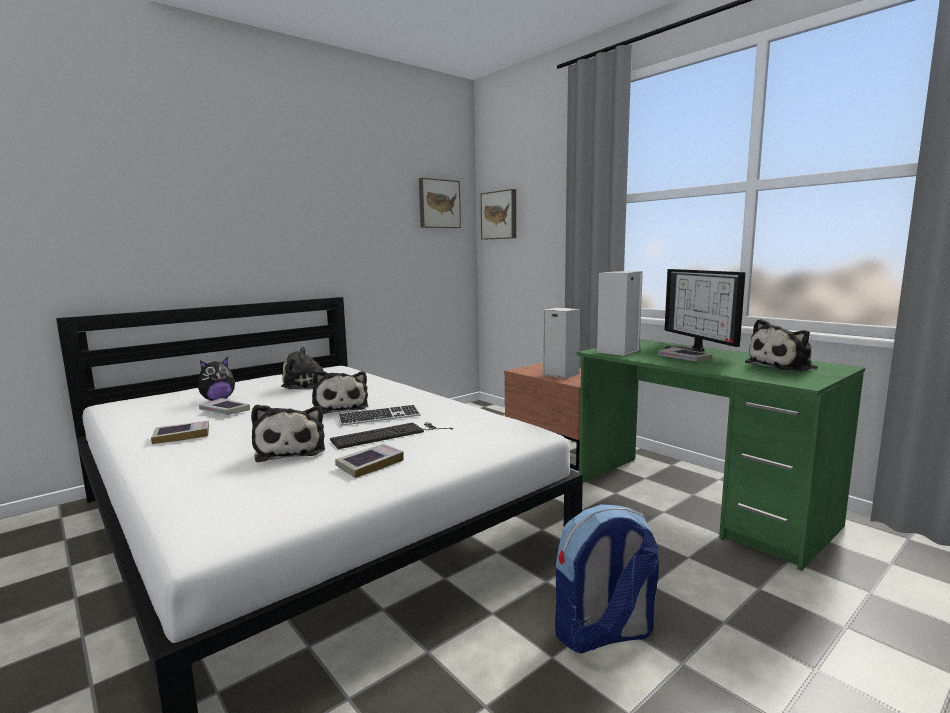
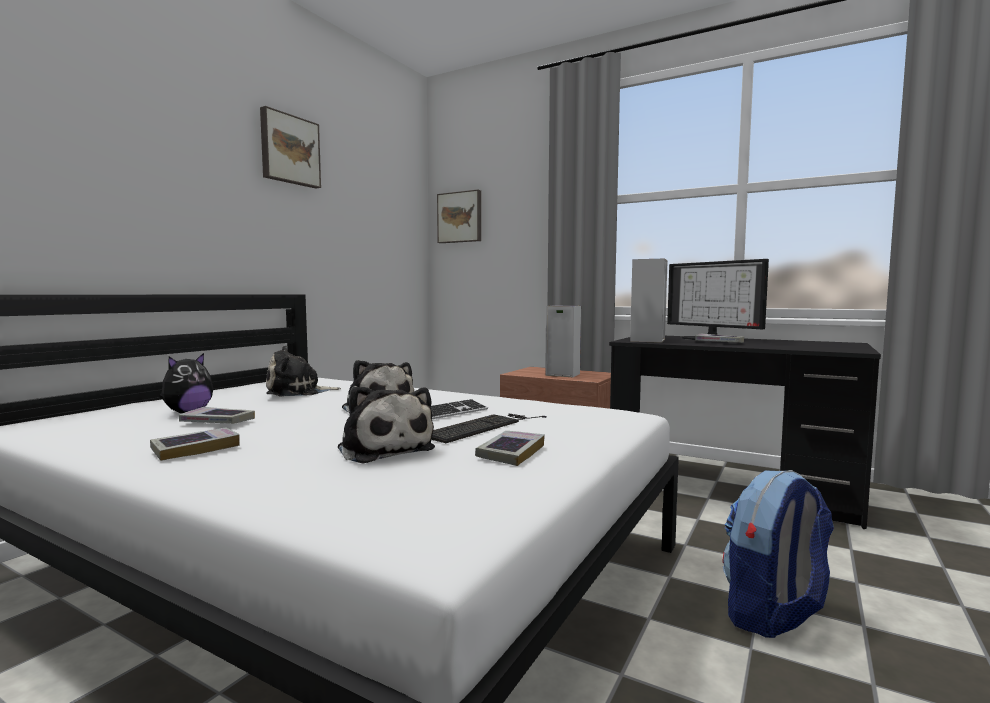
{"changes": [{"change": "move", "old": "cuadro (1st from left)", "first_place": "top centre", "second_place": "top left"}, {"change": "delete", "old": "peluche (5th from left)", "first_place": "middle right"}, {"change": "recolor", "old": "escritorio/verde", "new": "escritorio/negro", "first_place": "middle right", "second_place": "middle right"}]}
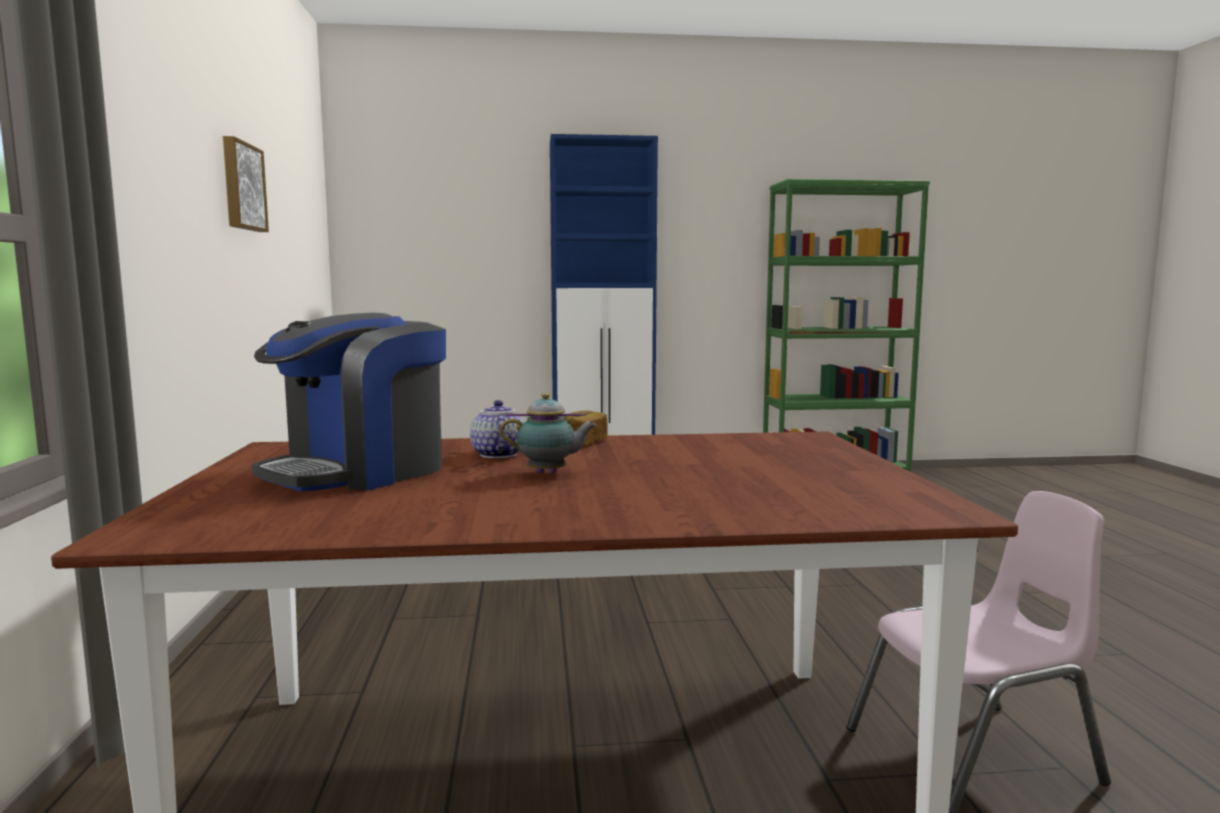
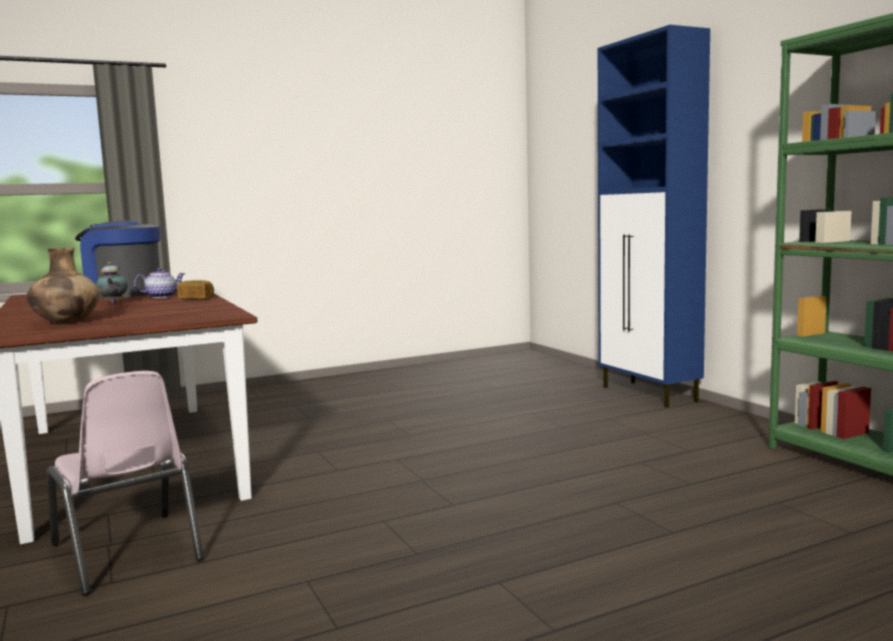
{"changes": [{"change": "delete", "old": "cuadro", "first_place": "top left"}, {"change": "insert", "new": "florero/marrón", "second_place": "middle left"}]}
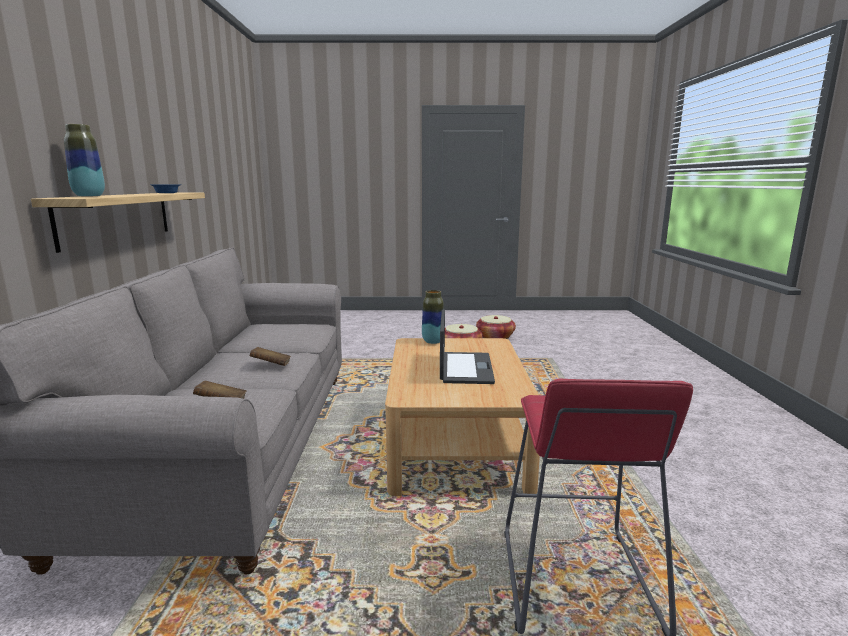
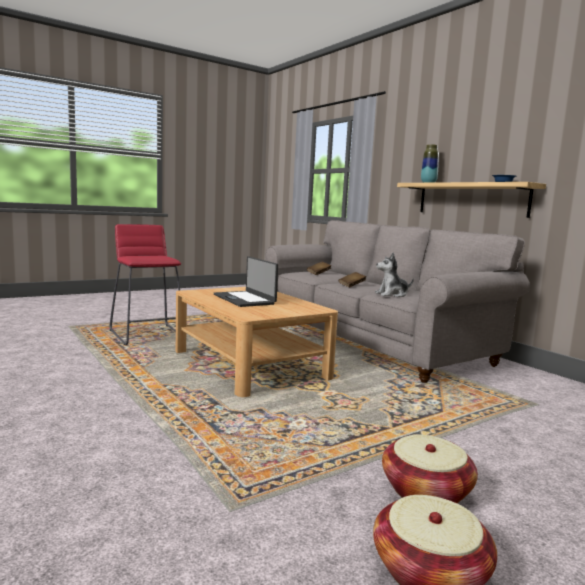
{"changes": [{"change": "delete", "old": "florero (2nd from left)", "first_place": "centre"}, {"change": "insert", "new": "peluche", "second_place": "middle right"}]}
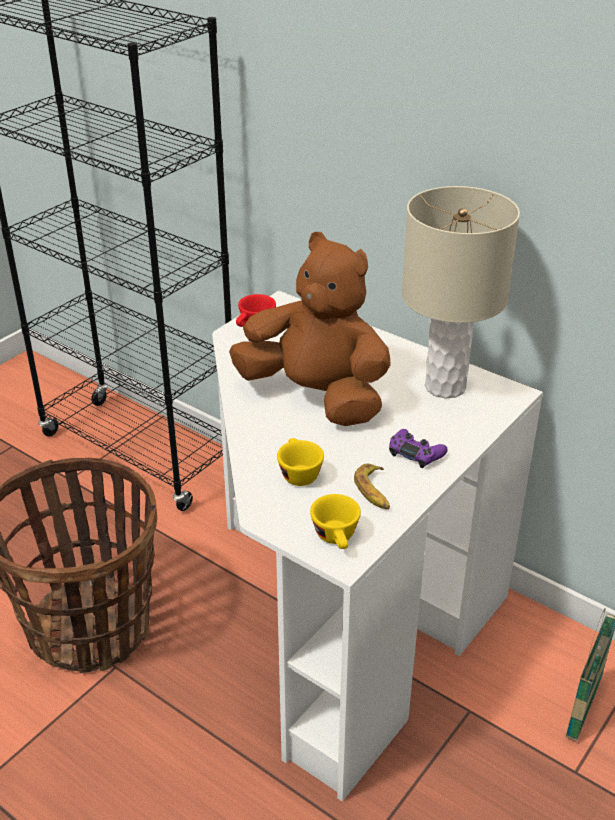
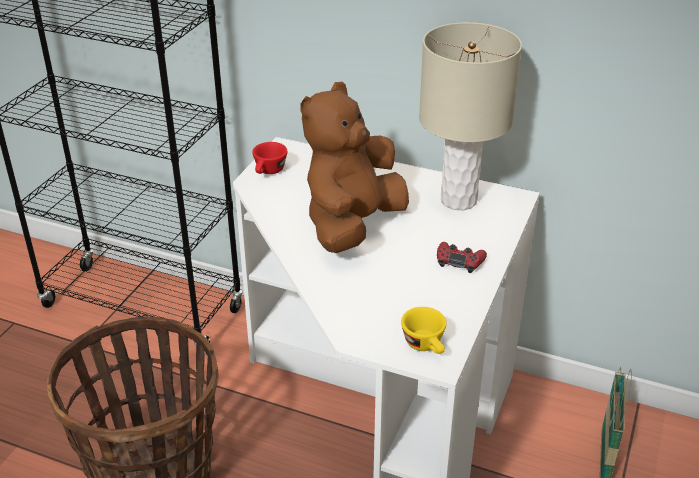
{"changes": [{"change": "rotate", "old": "peluche/marrón", "first_place": "centre", "second_place": "centre", "degrees": -75}, {"change": "recolor", "old": "mando de consola/morado", "new": "mando de consola/rojo", "first_place": "middle right", "second_place": "centre"}, {"change": "delete", "old": "taza/amarillo (1st from left)", "first_place": "centre"}, {"change": "delete", "old": "plátano", "first_place": "centre"}]}
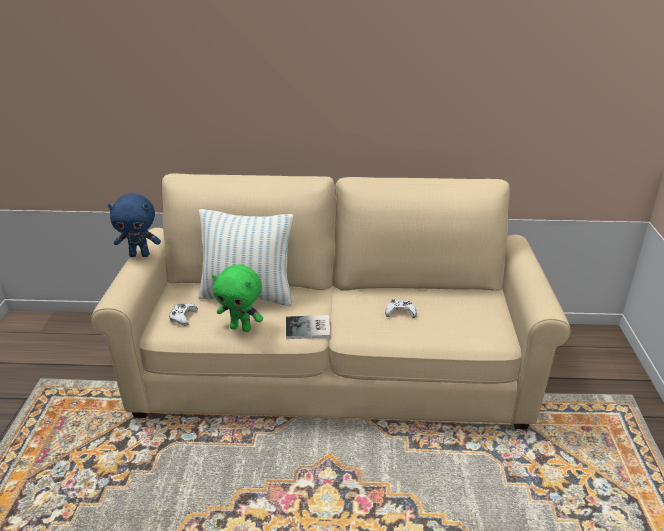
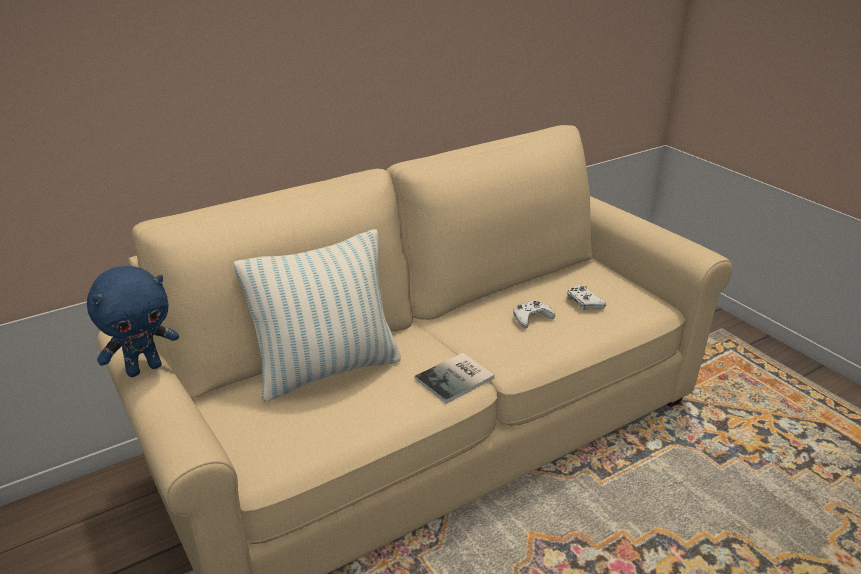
{"changes": [{"change": "delete", "old": "peluche/verde", "first_place": "centre"}, {"change": "move", "old": "mando de consola/blanco (1st from left in the first image)", "new": "mando de consola/blanco (2nd from left)", "first_place": "middle left", "second_place": "middle right"}]}
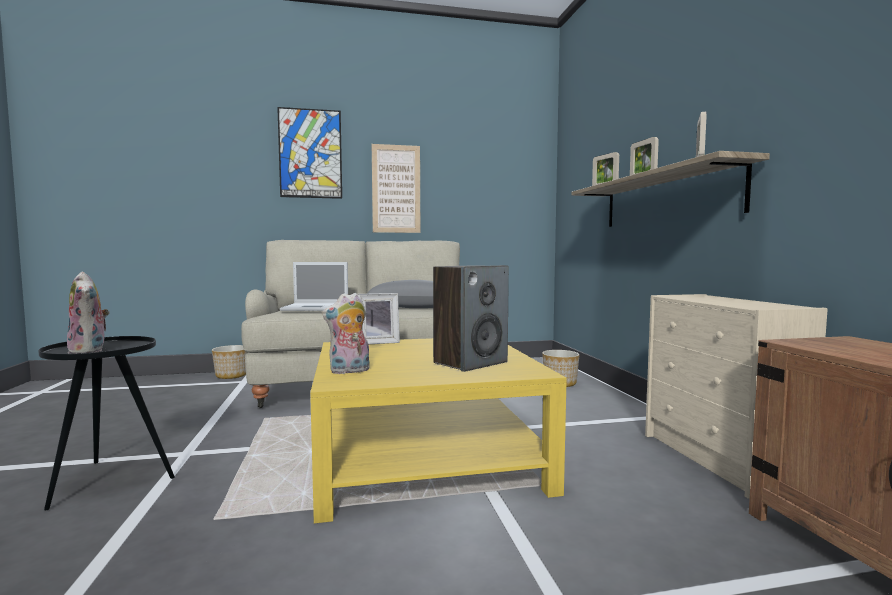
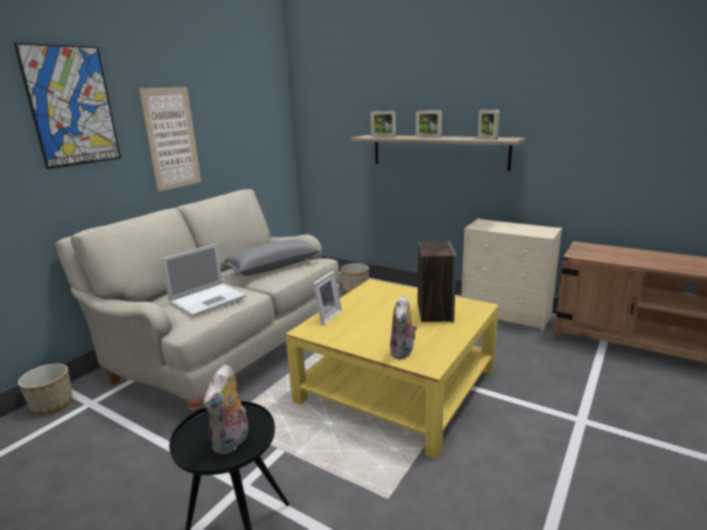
{"changes": [{"change": "rotate", "old": "peluche (1st from left)", "first_place": "middle left", "second_place": "bottom left", "degrees": 105}]}
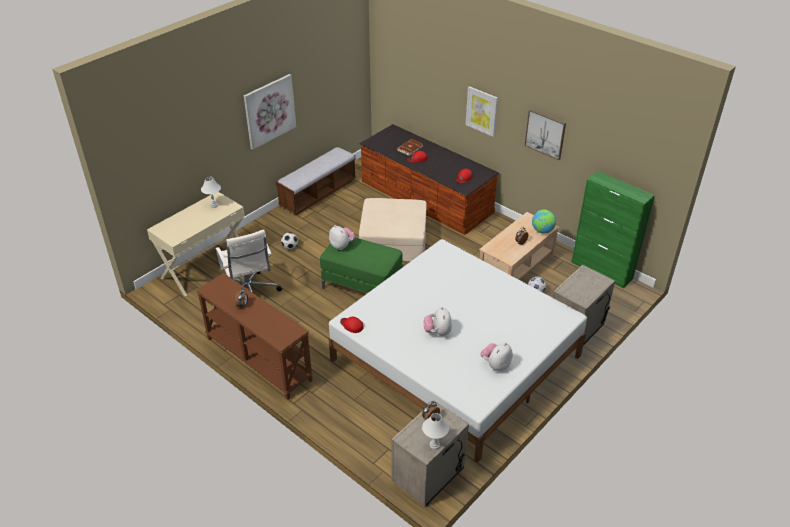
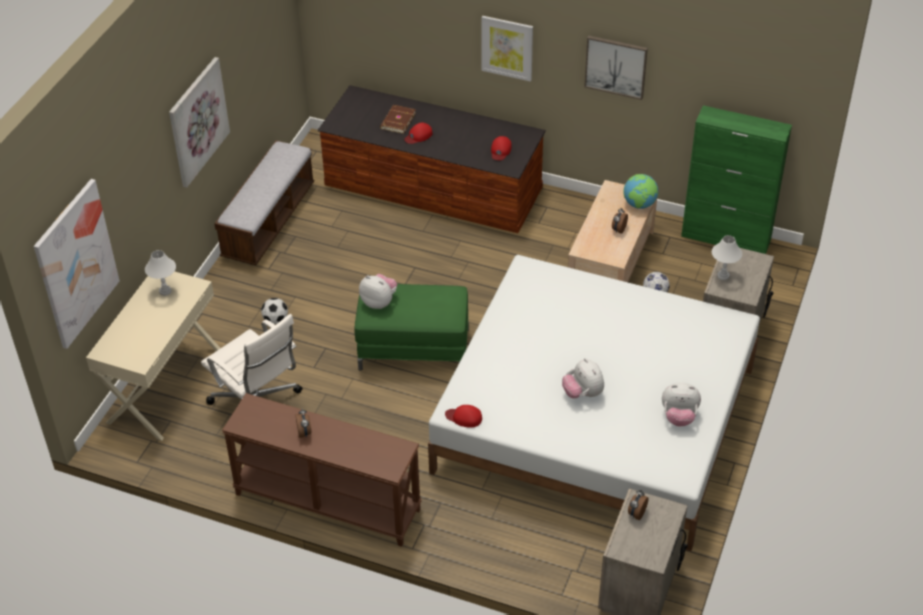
{"changes": [{"change": "delete", "old": "puf/beis", "first_place": "centre"}, {"change": "rotate", "old": "peluche (3rd from left)", "first_place": "bottom centre", "second_place": "middle right", "degrees": -105}, {"change": "move", "old": "lámpara de mesa/blanco (2nd from left)", "first_place": "bottom centre", "second_place": "middle right"}, {"change": "insert", "new": "cuadro (1st from left)", "second_place": "middle left"}]}
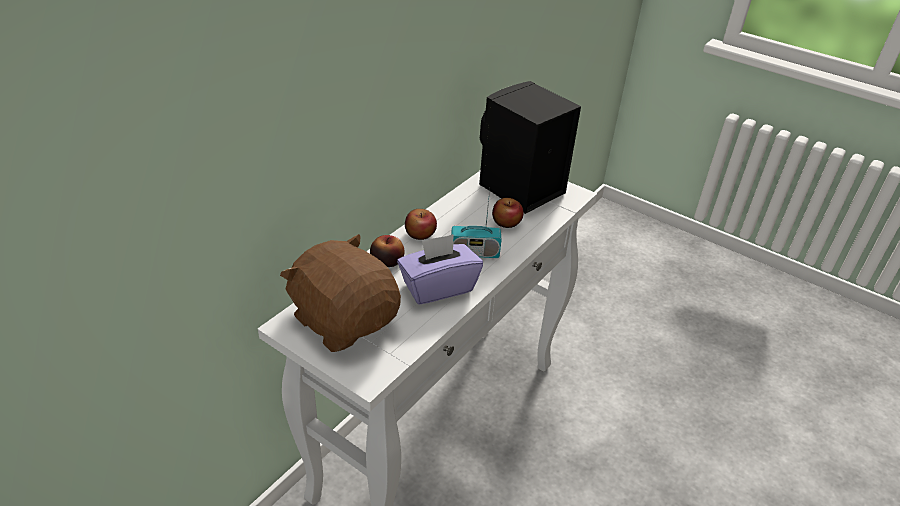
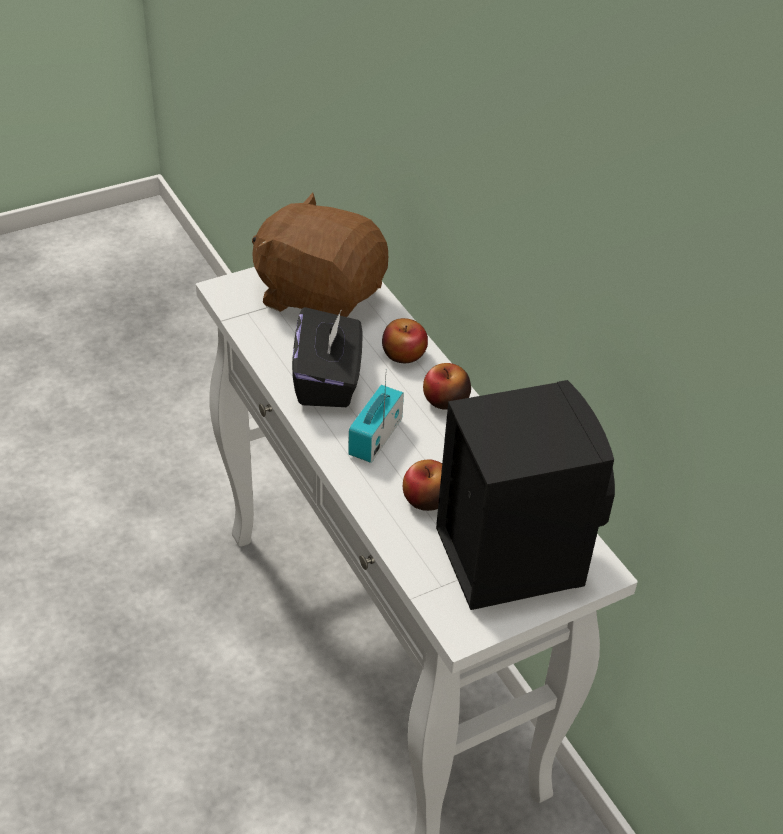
{"changes": [{"change": "rotate", "old": "peluche/marrón", "first_place": "centre", "second_place": "top centre", "degrees": -135}, {"change": "recolor", "old": "caja de pañuelos/morado", "new": "caja de pañuelos/negro", "first_place": "centre", "second_place": "centre"}]}
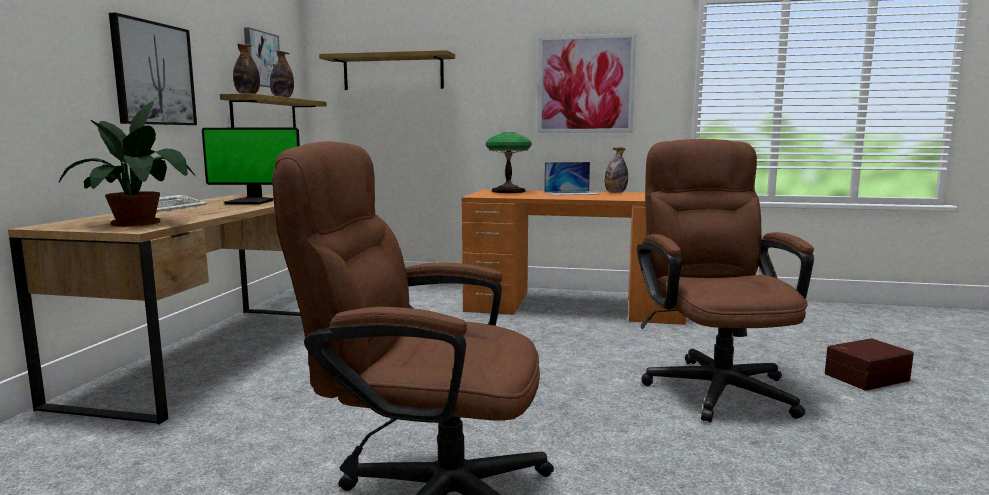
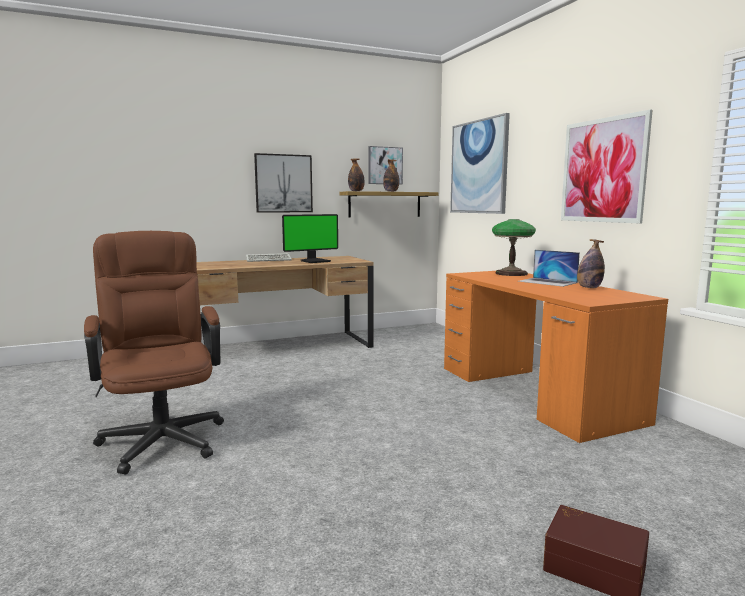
{"changes": [{"change": "replace", "old": "estante (2nd from left)", "new": "cuadro (3rd from left)", "first_place": "top centre", "second_place": "top centre"}, {"change": "delete", "old": "planta en maceta", "first_place": "top left"}, {"change": "rotate", "old": "monitor", "first_place": "middle left", "second_place": "centre", "degrees": -90}, {"change": "delete", "old": "silla de oficina/marrón (2nd from left)", "first_place": "middle right"}]}
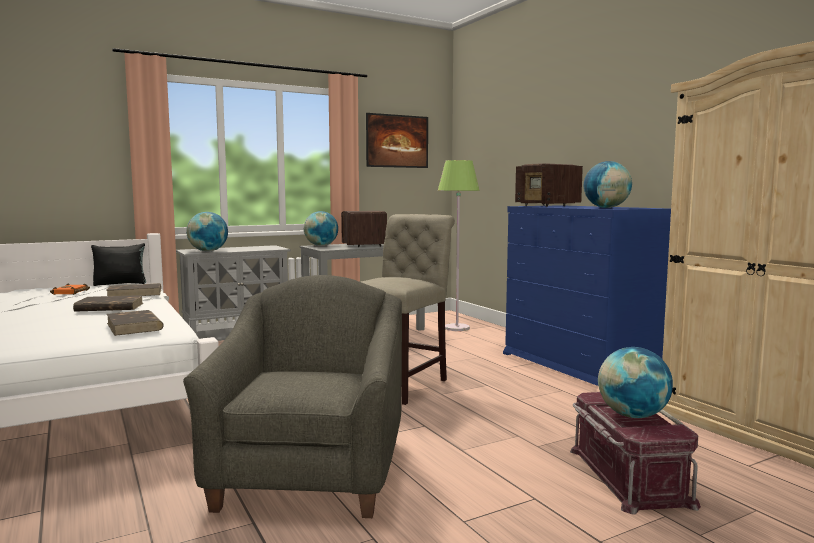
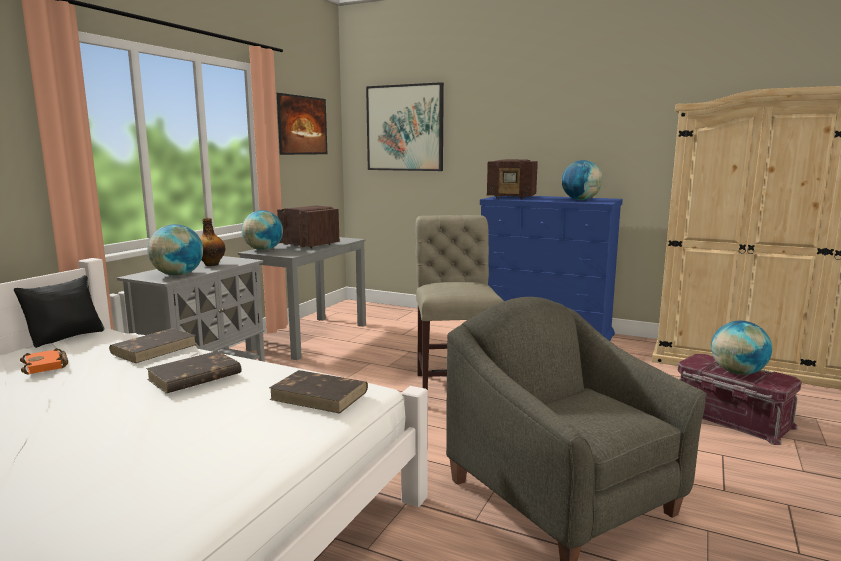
{"changes": [{"change": "delete", "old": "lámpara de pie/verde", "first_place": "centre"}, {"change": "insert", "new": "cuadro (2nd from left)", "second_place": "top centre"}, {"change": "insert", "new": "botella", "second_place": "middle left"}]}
